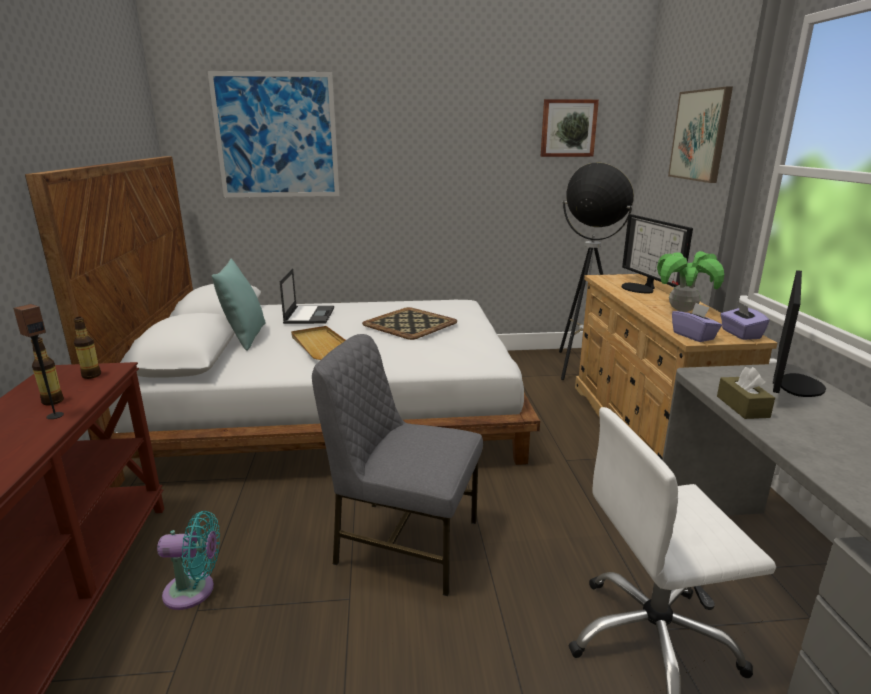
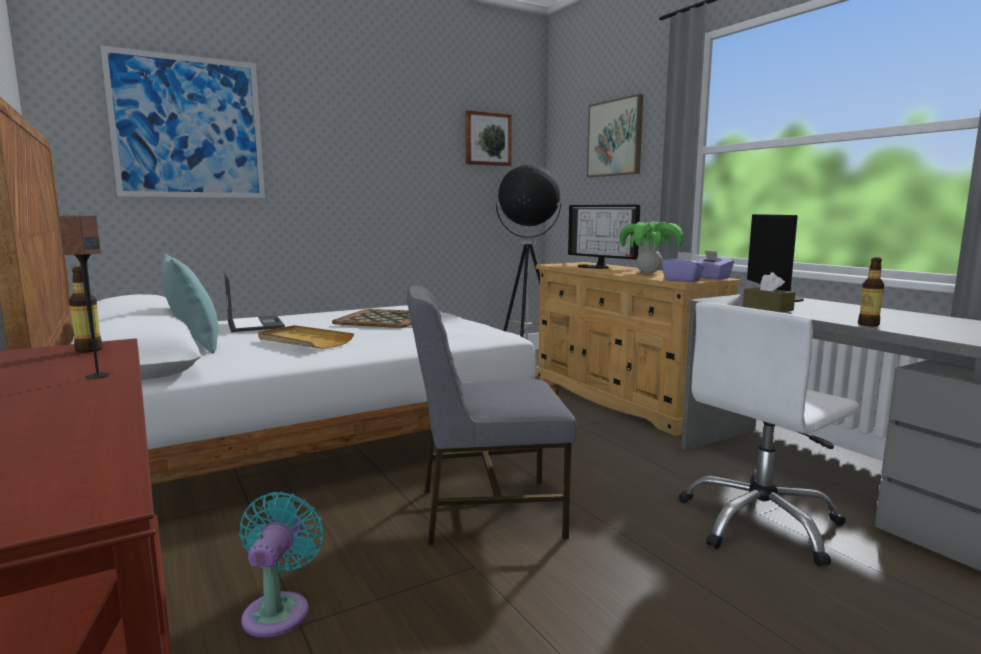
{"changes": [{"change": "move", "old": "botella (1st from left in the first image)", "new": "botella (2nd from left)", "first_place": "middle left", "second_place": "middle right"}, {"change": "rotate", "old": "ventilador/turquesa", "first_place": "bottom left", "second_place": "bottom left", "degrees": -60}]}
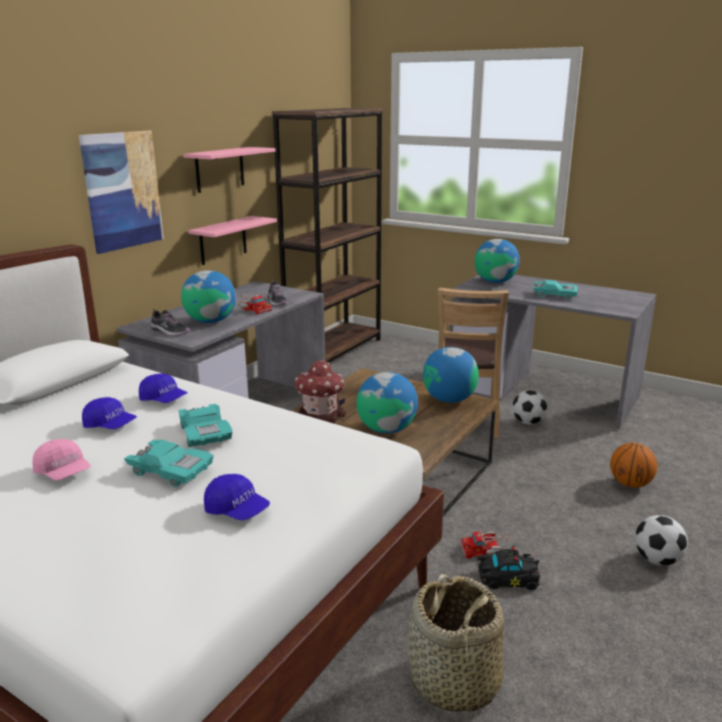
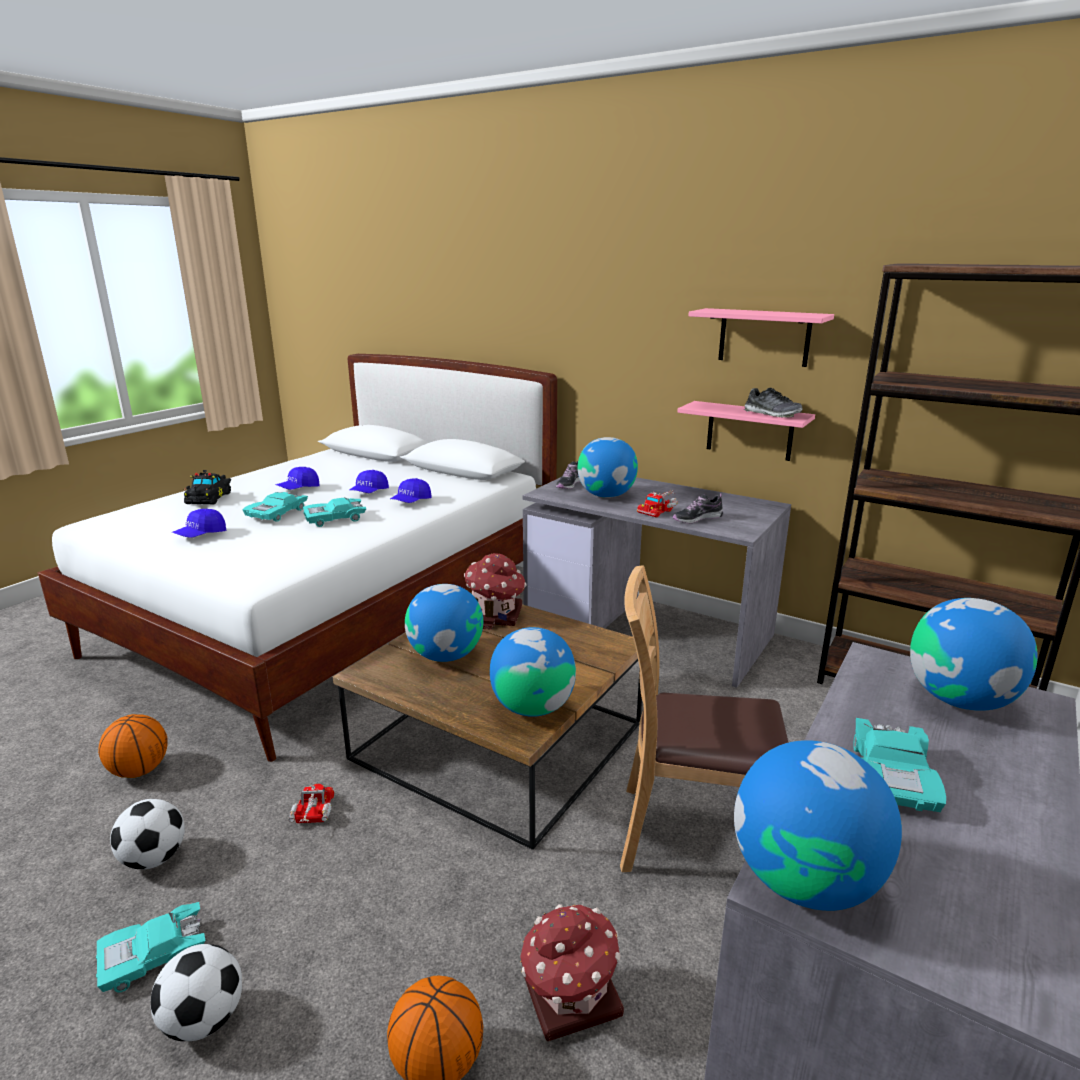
{"changes": [{"change": "delete", "old": "cuadro", "first_place": "top left"}, {"change": "move", "old": "balón de fútbol (1st from left)", "first_place": "middle right", "second_place": "bottom left"}, {"change": "recolor", "old": "gorra/rosa", "new": "gorra/azul (2nd from left)", "first_place": "middle left", "second_place": "middle left"}, {"change": "move", "old": "coche de juguete/negro", "first_place": "bottom right", "second_place": "middle left"}, {"change": "replace", "old": "cesta", "new": "balón de baloncesto (1st from left)", "first_place": "bottom centre", "second_place": "bottom left"}, {"change": "insert", "new": "zapato (3rd from left)", "second_place": "middle right"}, {"change": "insert", "new": "globo terráqueo (4th from left)", "second_place": "bottom right"}, {"change": "insert", "new": "coche de juguete/turquesa (1st from left)", "second_place": "bottom left"}, {"change": "insert", "new": "casita (2nd from left)", "second_place": "bottom centre"}]}
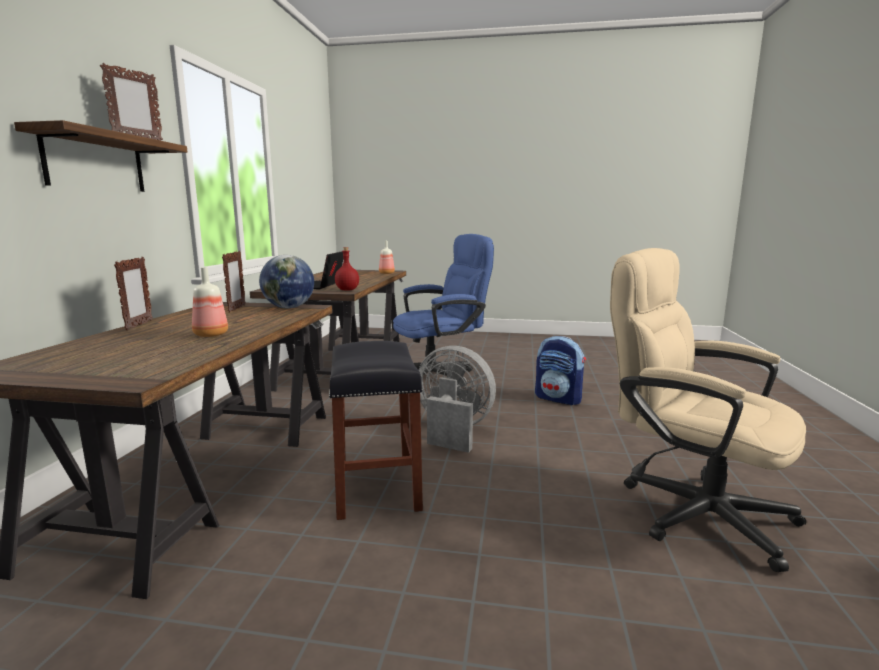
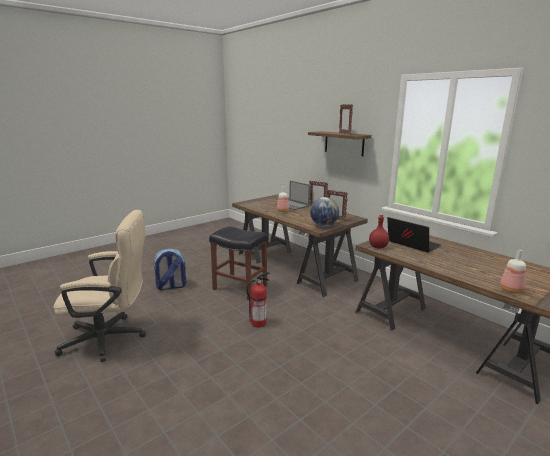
{"changes": [{"change": "delete", "old": "silla de oficina/azul", "first_place": "centre"}, {"change": "move", "old": "mochila", "first_place": "centre", "second_place": "middle left"}, {"change": "replace", "old": "ventilador/gris", "new": "extintor", "first_place": "centre", "second_place": "centre"}, {"change": "insert", "new": "portátil (1st from left)", "second_place": "centre"}]}
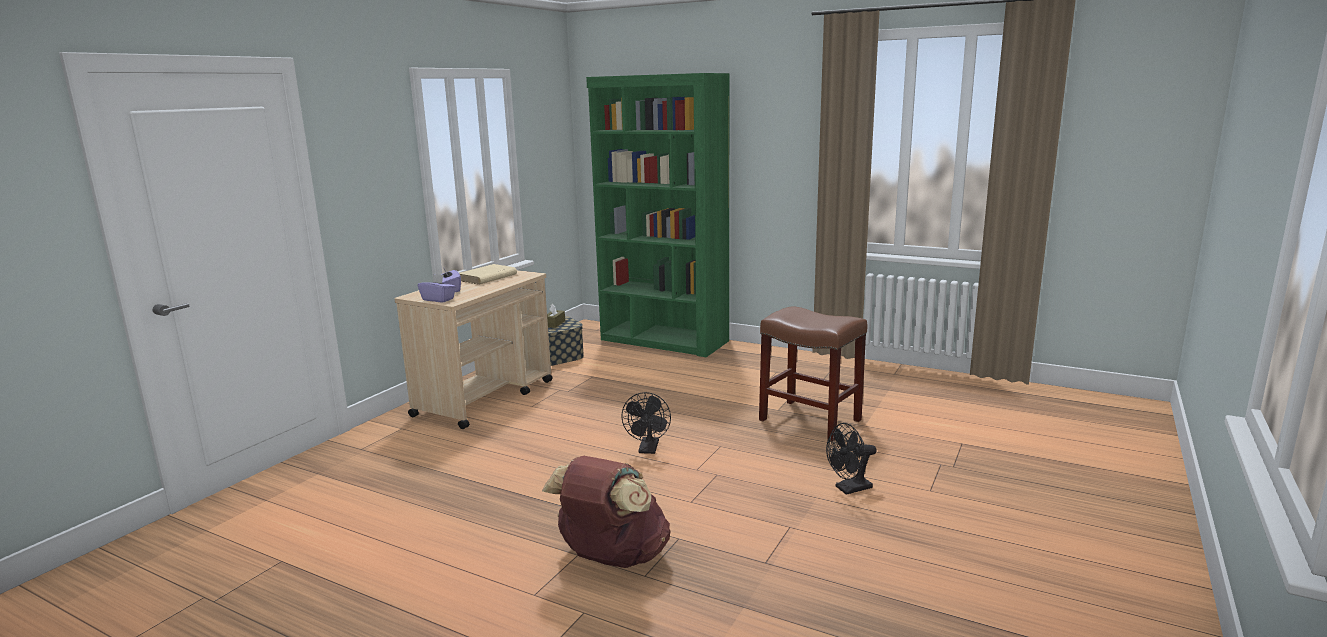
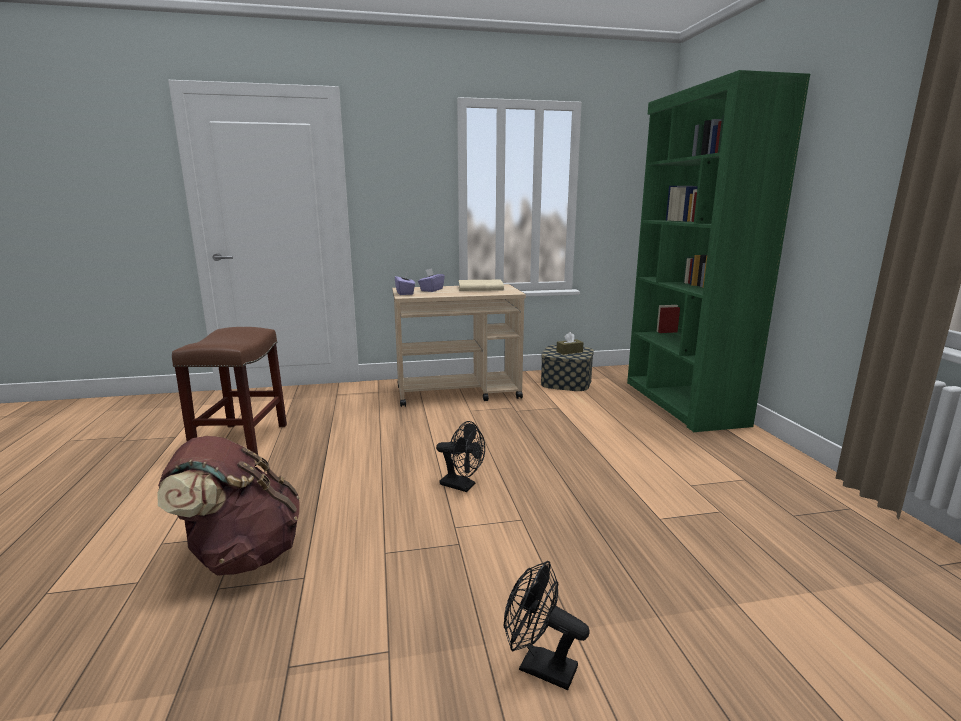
{"changes": [{"change": "move", "old": "taburete/marrón", "first_place": "centre", "second_place": "middle left"}, {"change": "rotate", "old": "ventilador/negro (1st from left)", "first_place": "centre", "second_place": "centre", "degrees": -120}]}
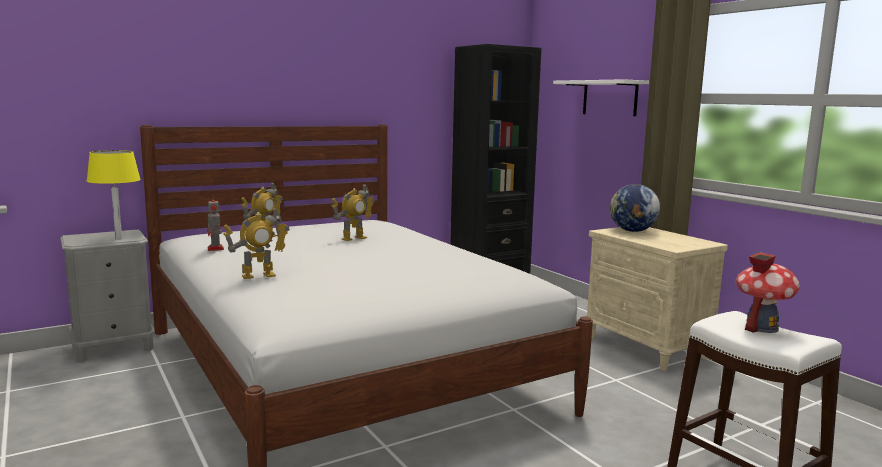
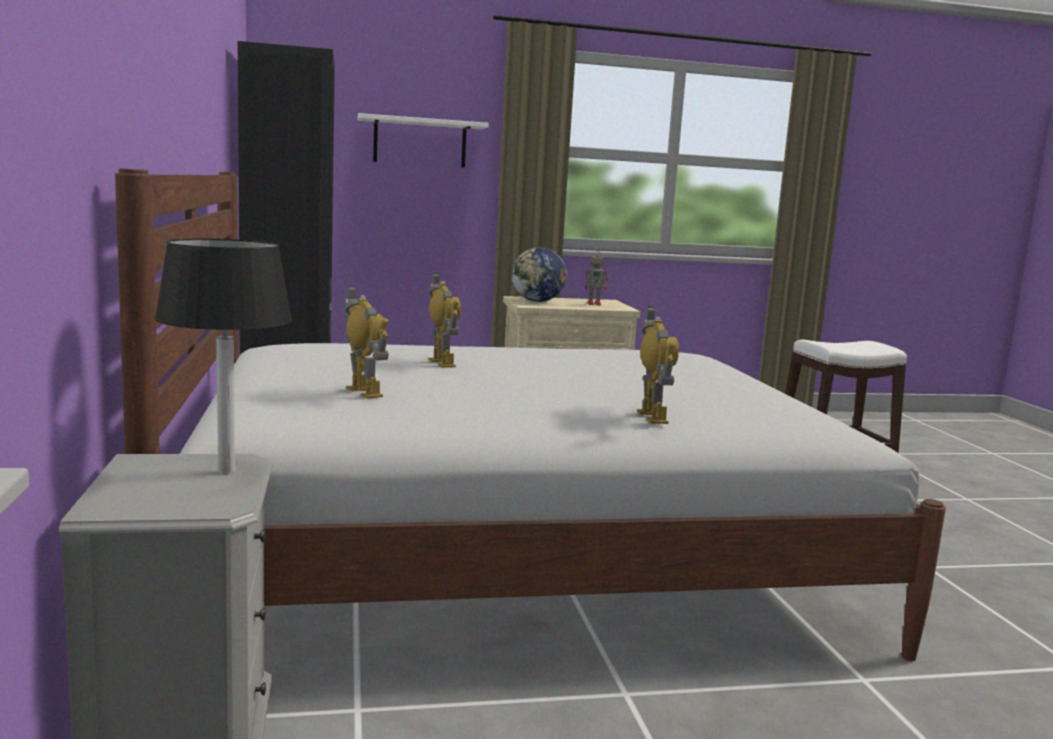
{"changes": [{"change": "recolor", "old": "lámpara de mesa/amarillo", "new": "lámpara de mesa/negro", "first_place": "middle left", "second_place": "middle left"}, {"change": "move", "old": "robot de juguete (1st from left in the first image)", "new": "robot de juguete (3rd from left)", "first_place": "middle left", "second_place": "centre"}, {"change": "delete", "old": "casita", "first_place": "middle right"}]}
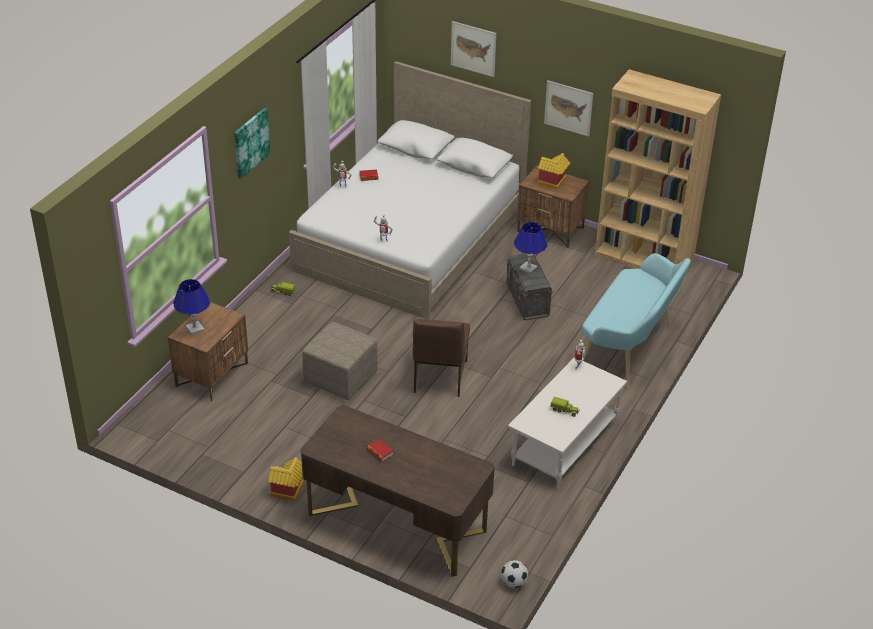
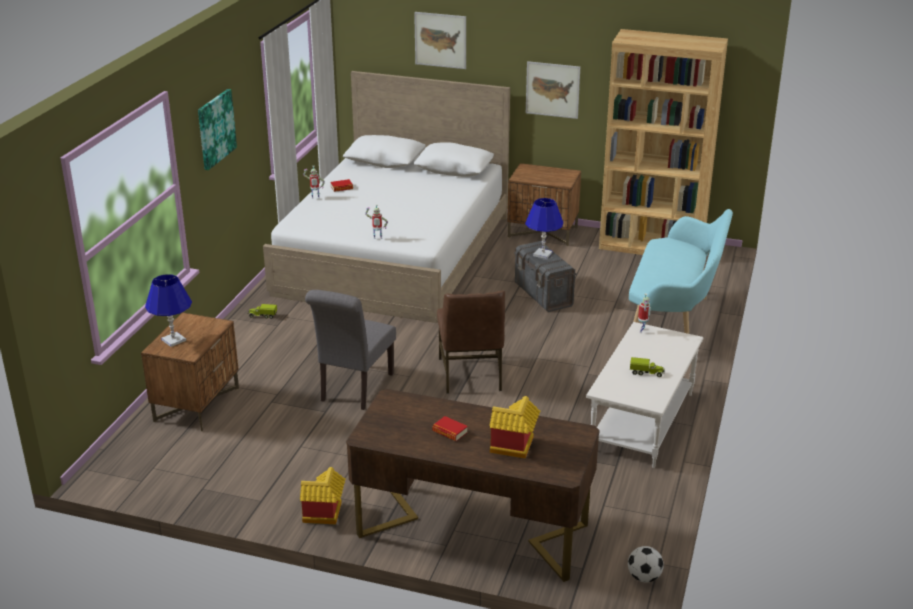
{"changes": [{"change": "move", "old": "casita (2nd from left)", "first_place": "top centre", "second_place": "bottom centre"}, {"change": "replace", "old": "puf/beis", "new": "silla/gris", "first_place": "centre", "second_place": "centre"}]}
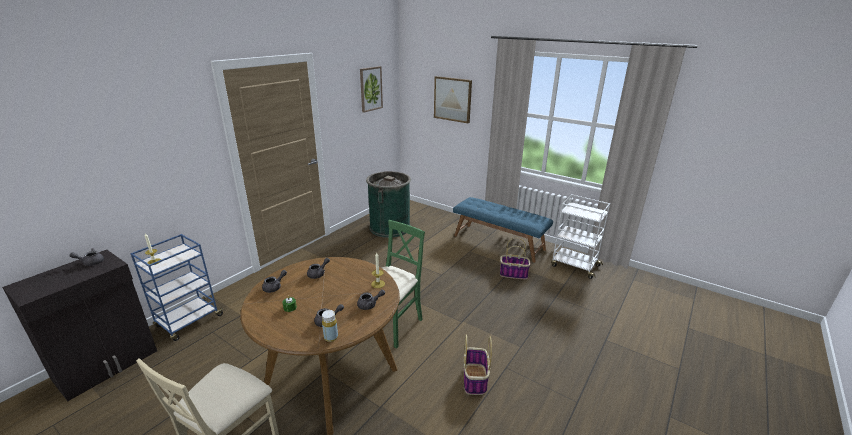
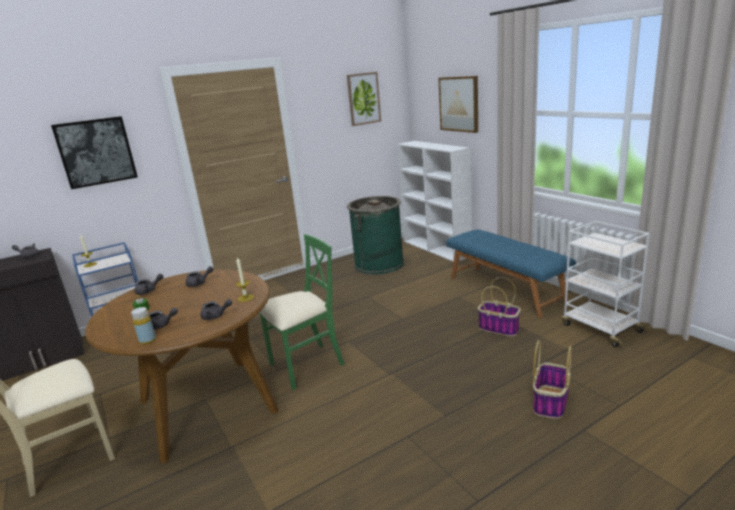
{"changes": [{"change": "move", "old": "cesta (1st from left in the first image)", "new": "cesta (2nd from left)", "first_place": "bottom centre", "second_place": "bottom right"}, {"change": "insert", "new": "cuadro (1st from left)", "second_place": "top left"}, {"change": "insert", "new": "estantería/blanco", "second_place": "centre"}]}
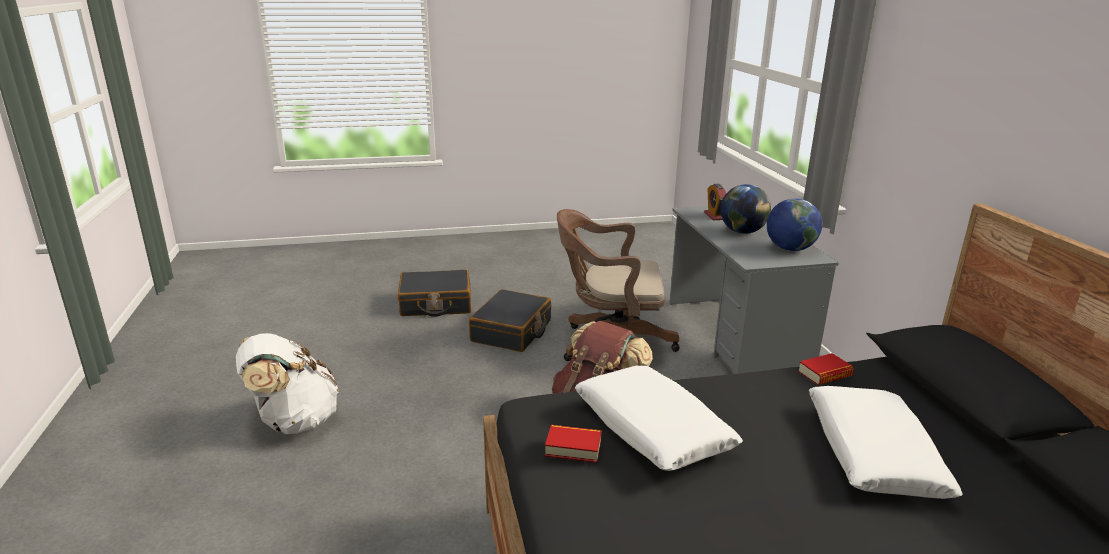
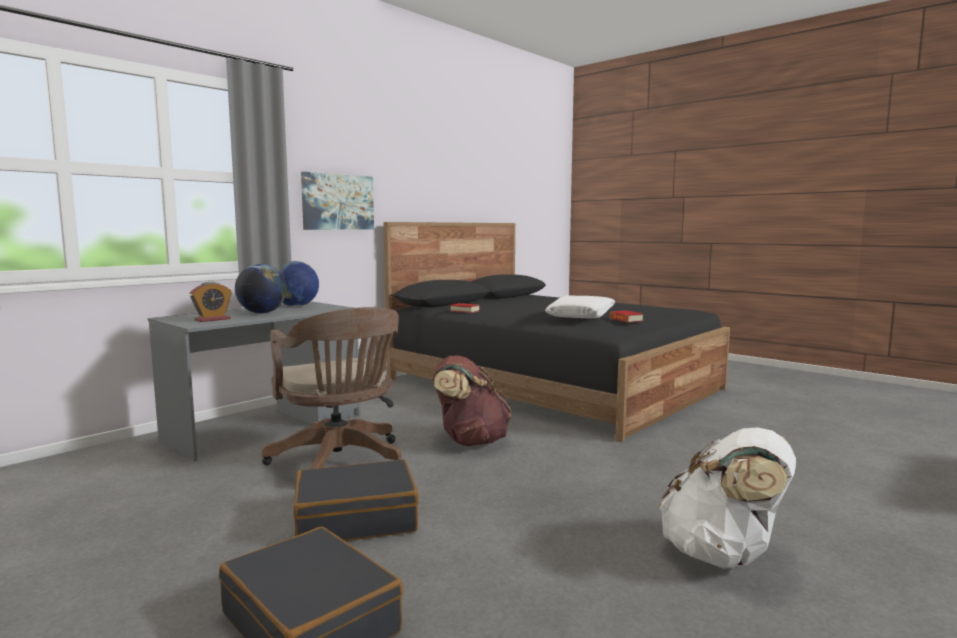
{"changes": [{"change": "delete", "old": "cojín/blanco (2nd from left)", "first_place": "bottom right"}, {"change": "insert", "new": "cuadro", "second_place": "top centre"}]}
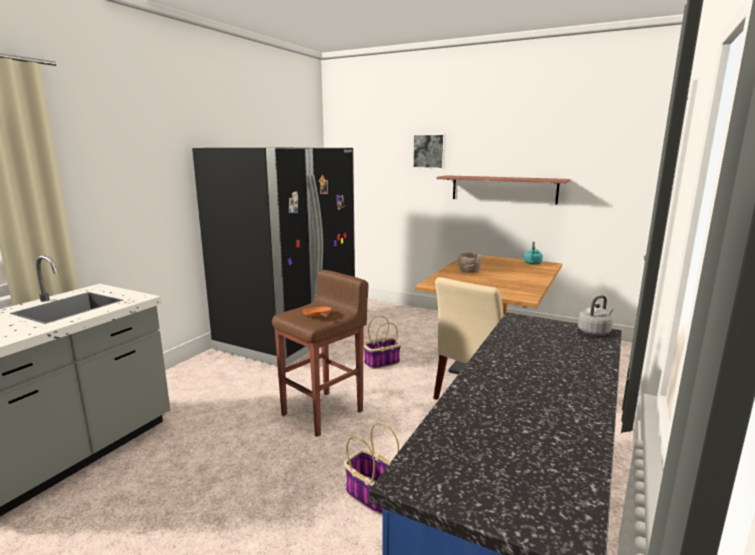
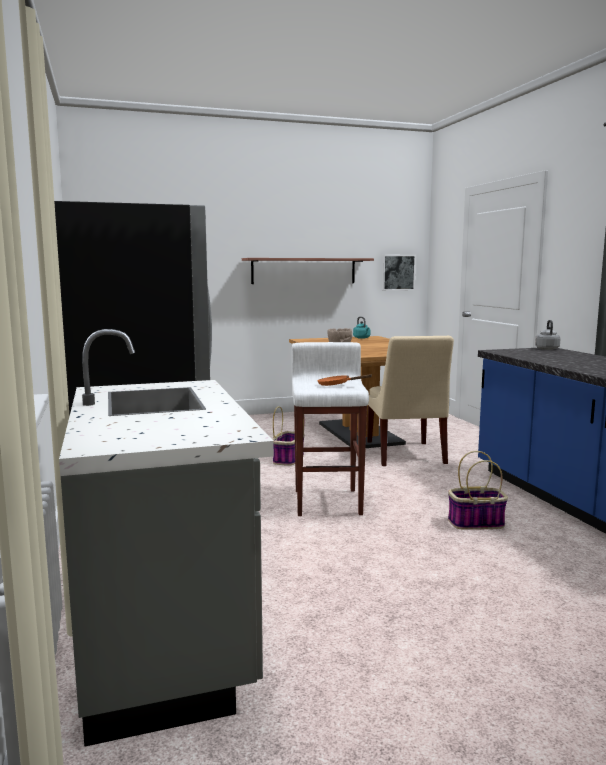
{"changes": [{"change": "move", "old": "cuadro", "first_place": "top centre", "second_place": "centre"}, {"change": "recolor", "old": "taburete/marrón", "new": "taburete/blanco", "first_place": "centre", "second_place": "centre"}]}
